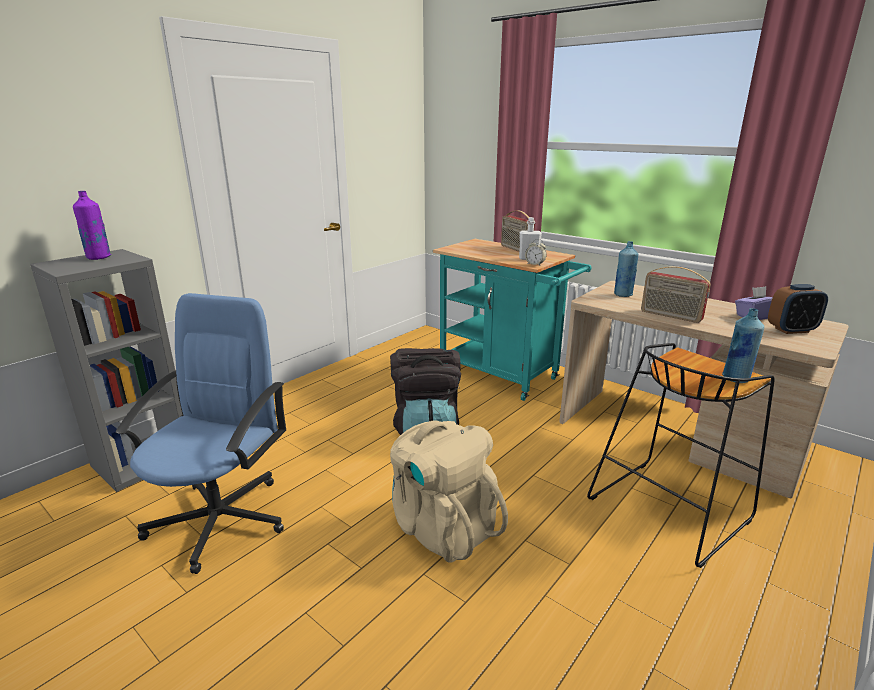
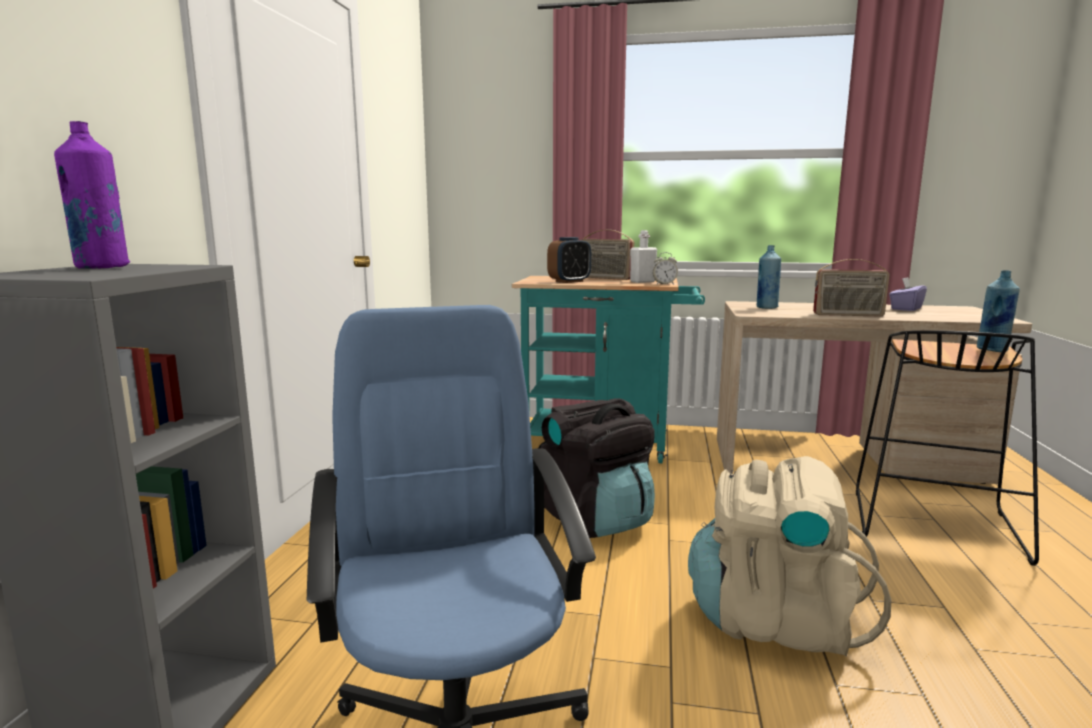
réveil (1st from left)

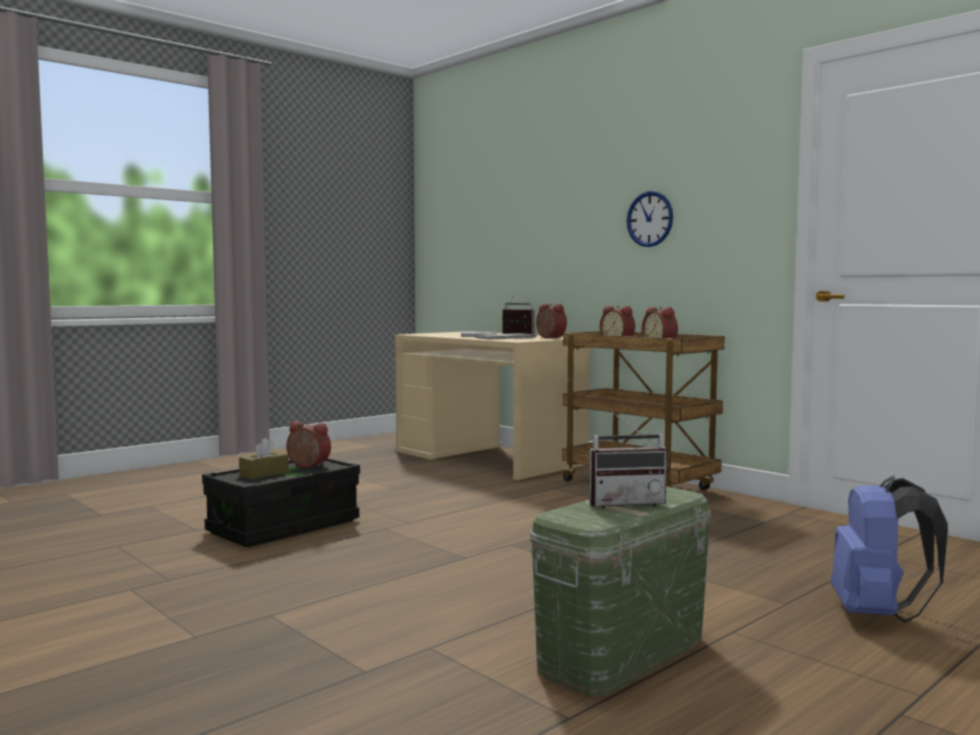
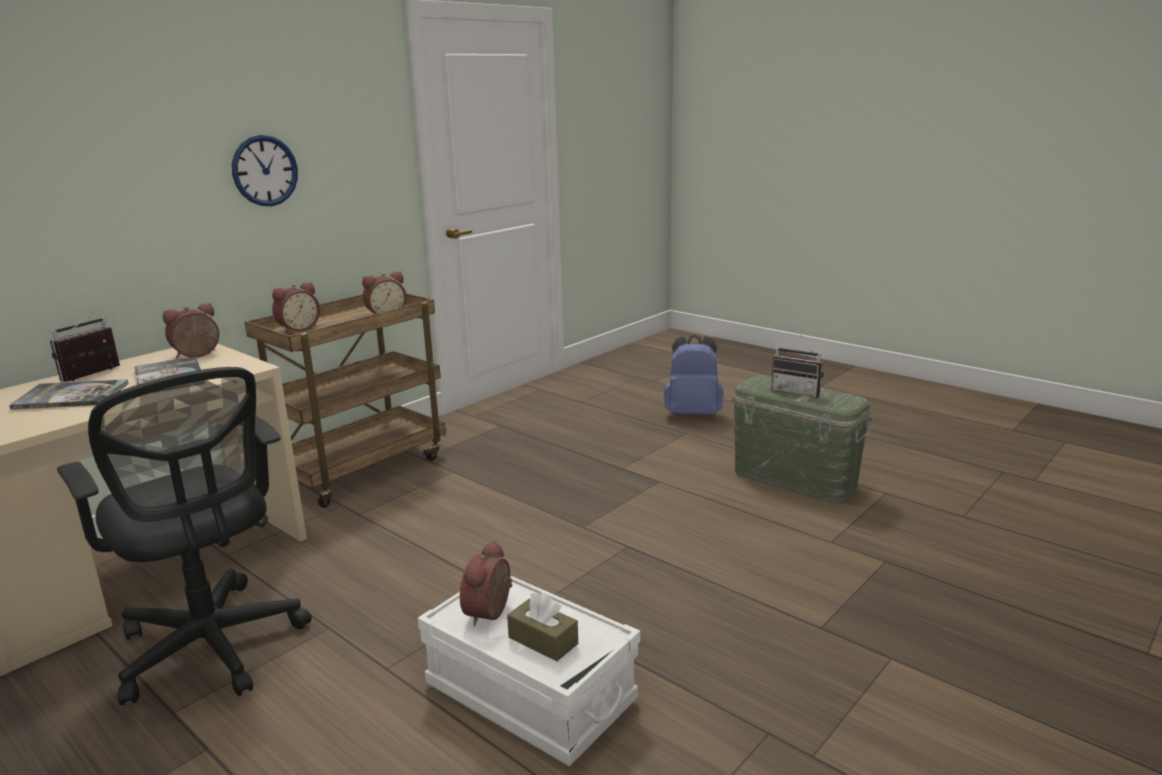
radio (2nd from left)
boîte de rangement (blanc)
chaise de bureau (noir)

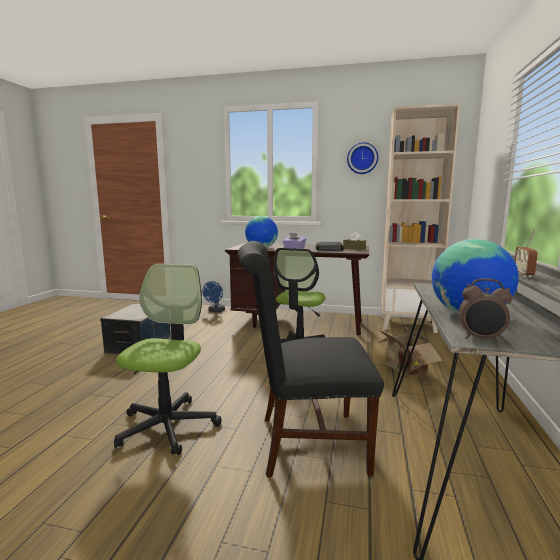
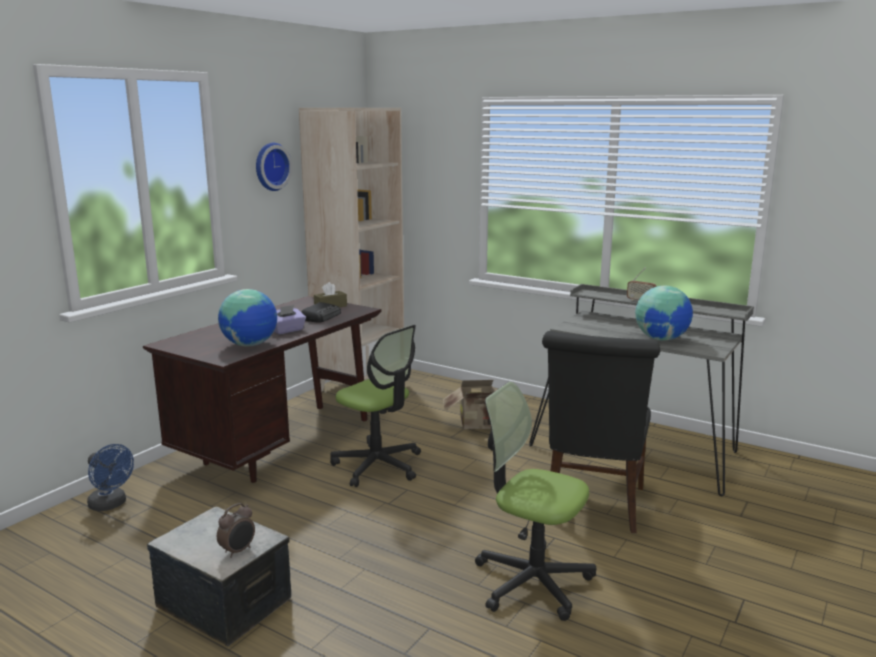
réveil

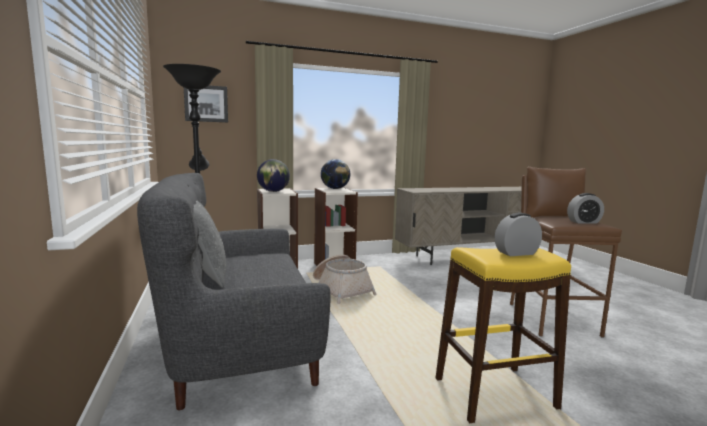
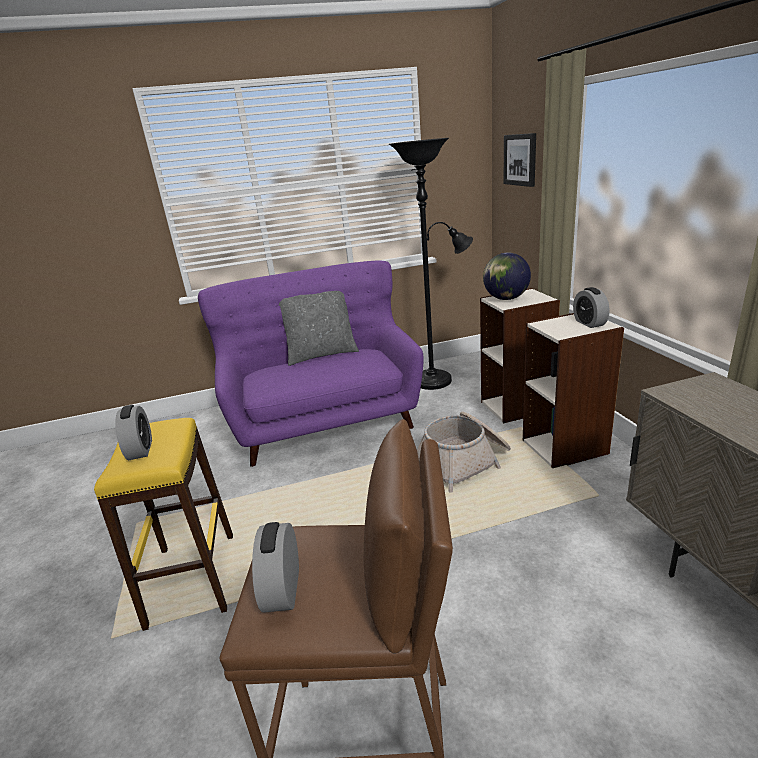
réveil (3rd from left)
canapé (violet)

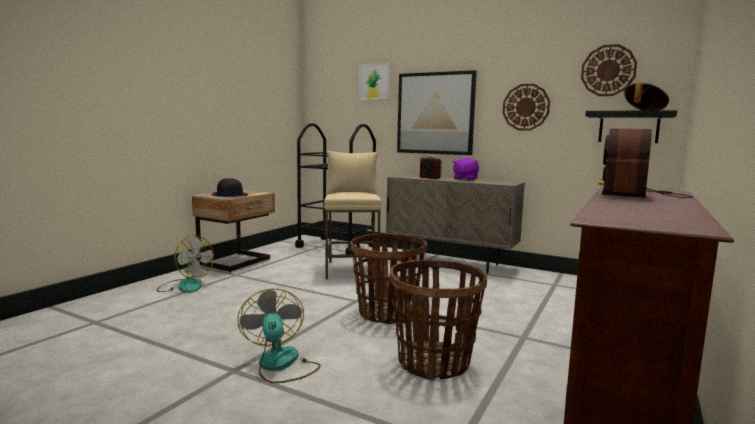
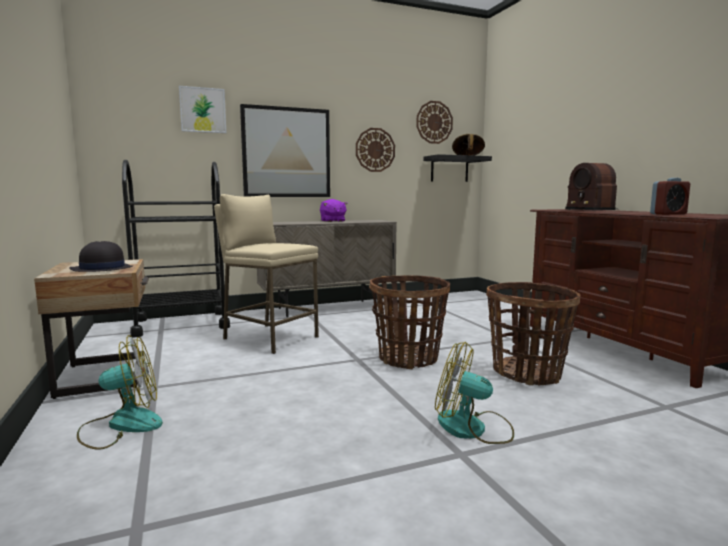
réveil

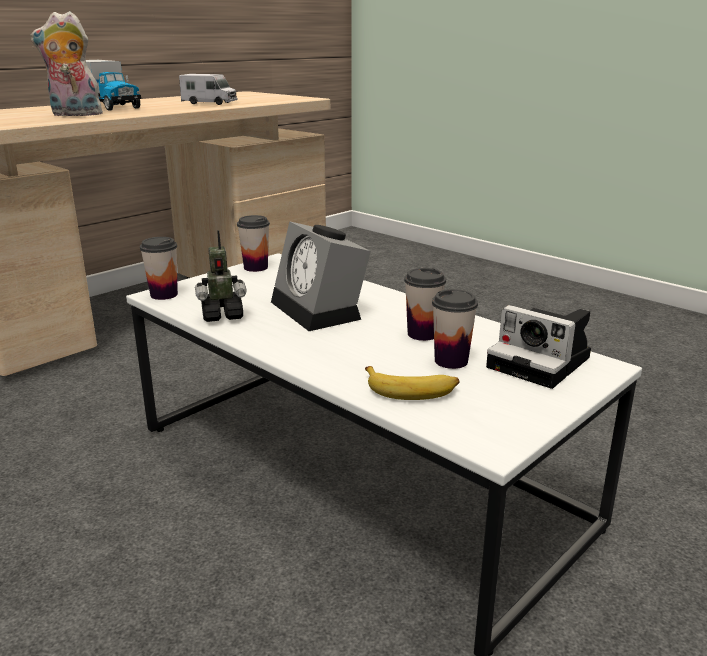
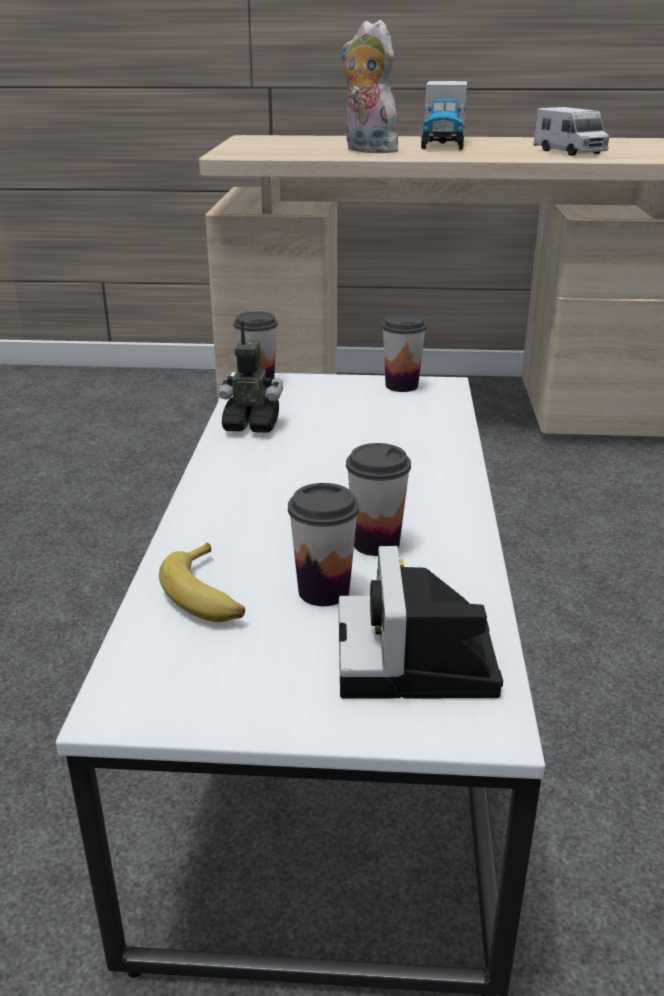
réveil
robot jouet

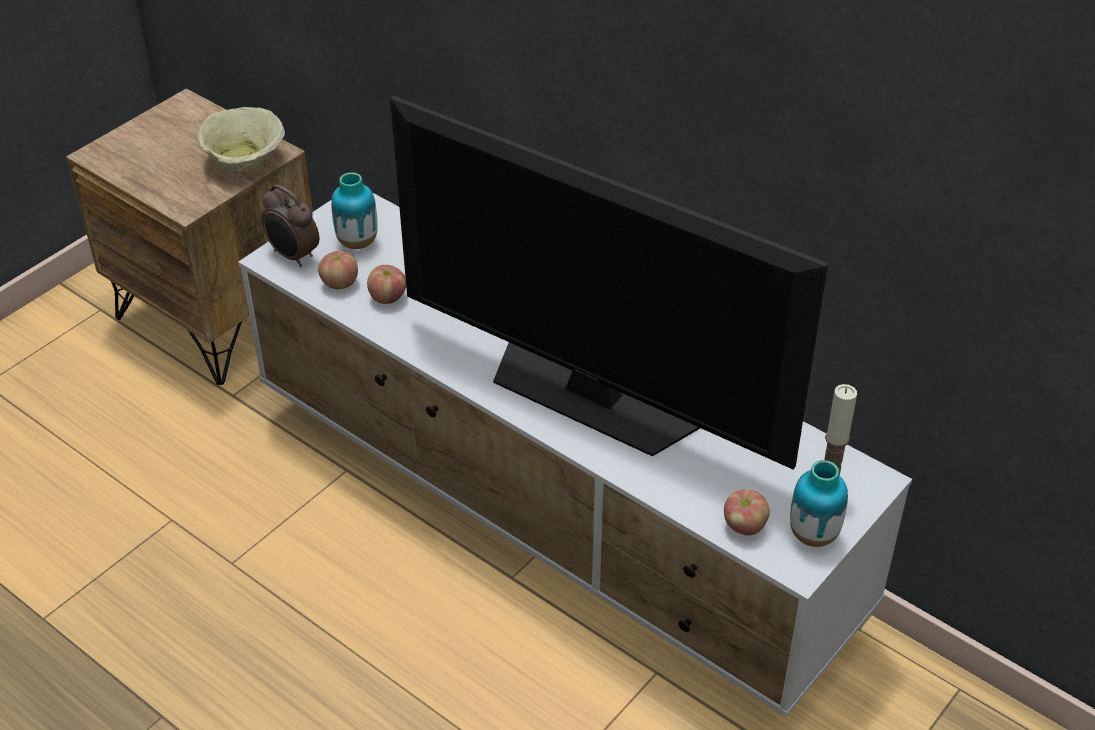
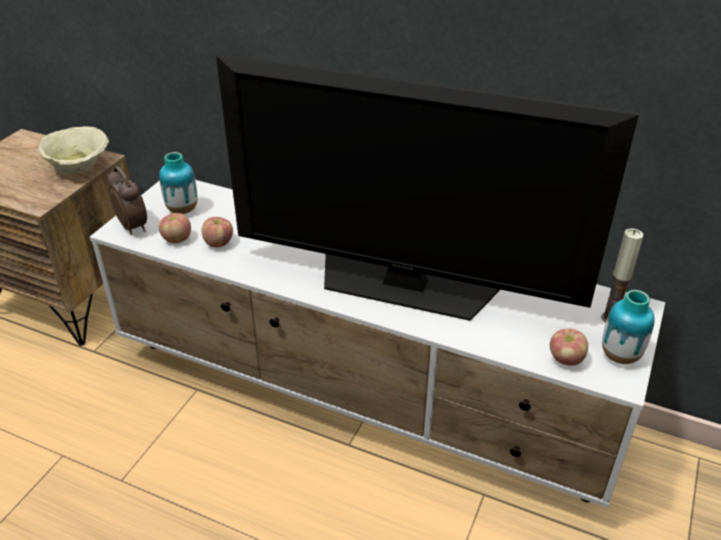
réveil

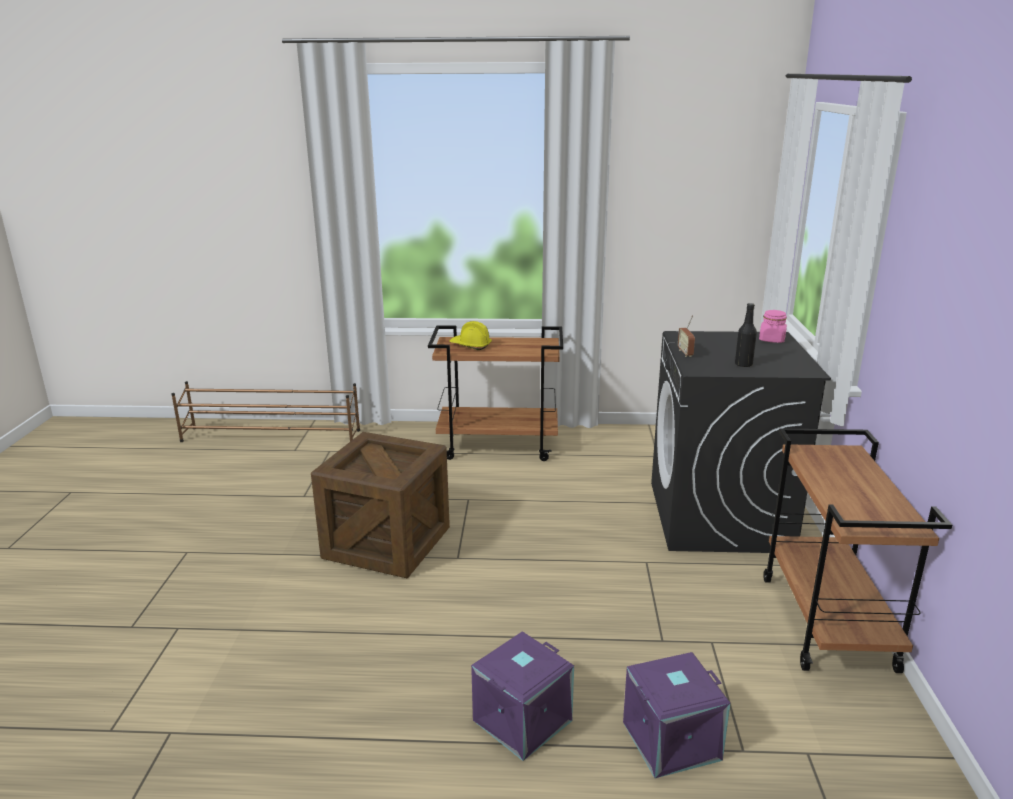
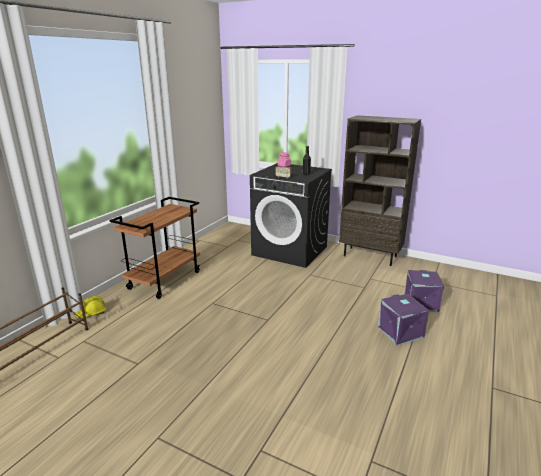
casque de chantier (jaune)
bibliothèque (marron)
caisse

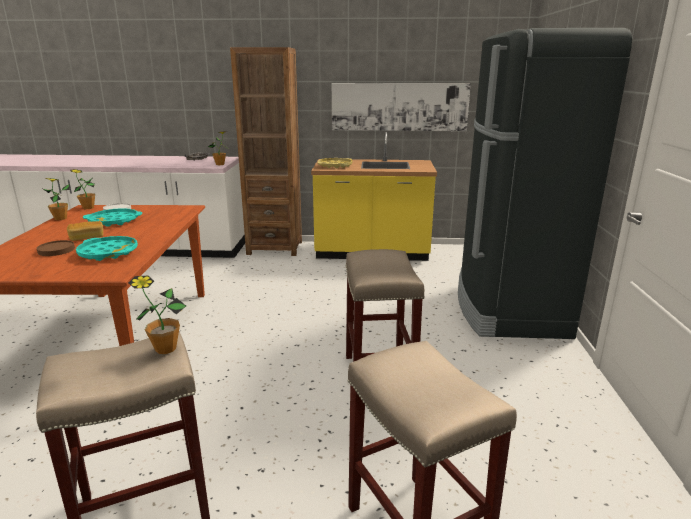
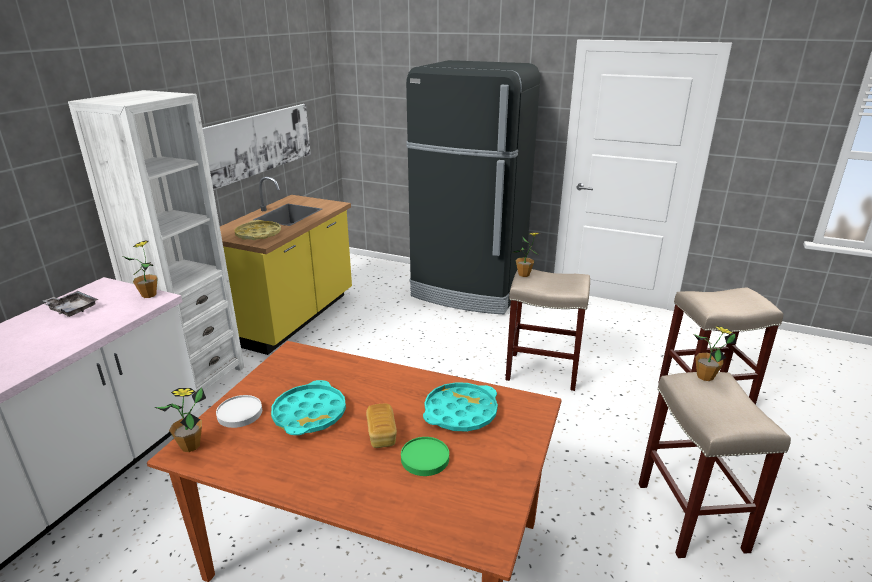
bibliothèque (blanc)
plante en pot (3rd from left)
assiette (vert)

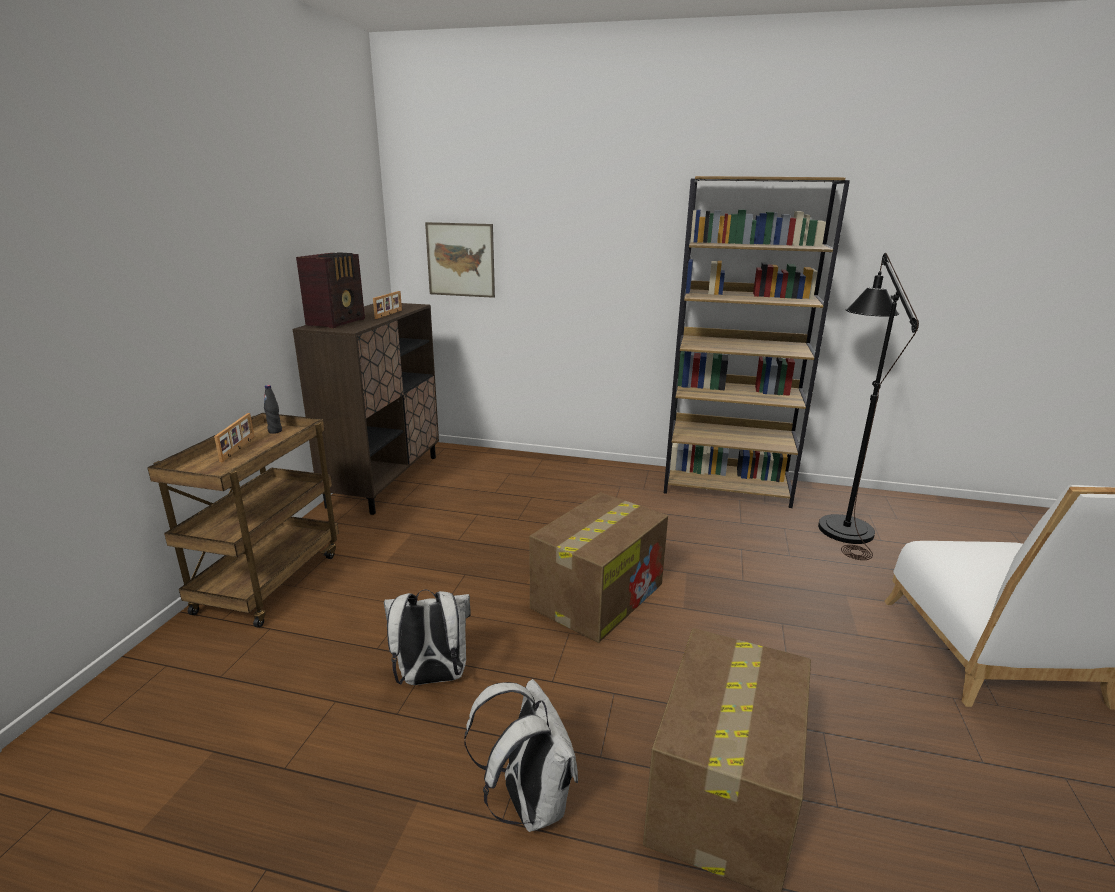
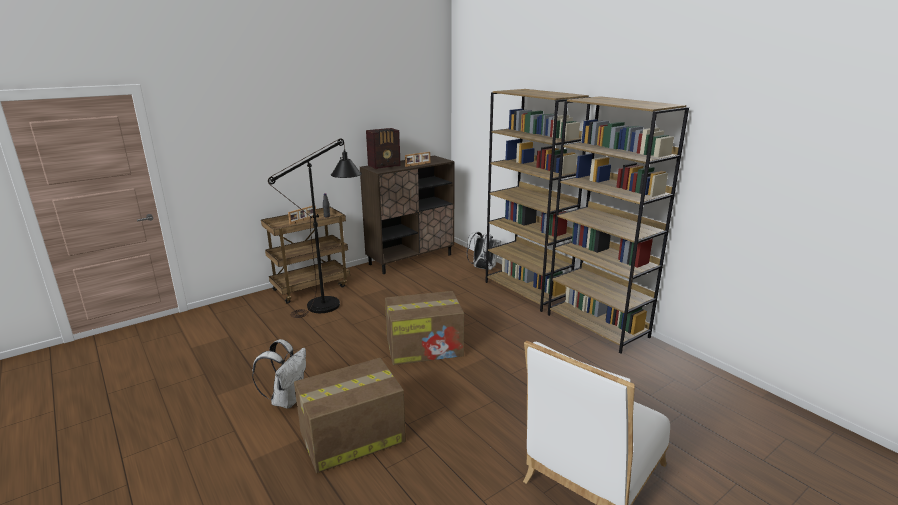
tableau
lampadaire (noir)
sac à dos (blanc) (2nd from left)
bibliothèque (marron) (1st from left)

